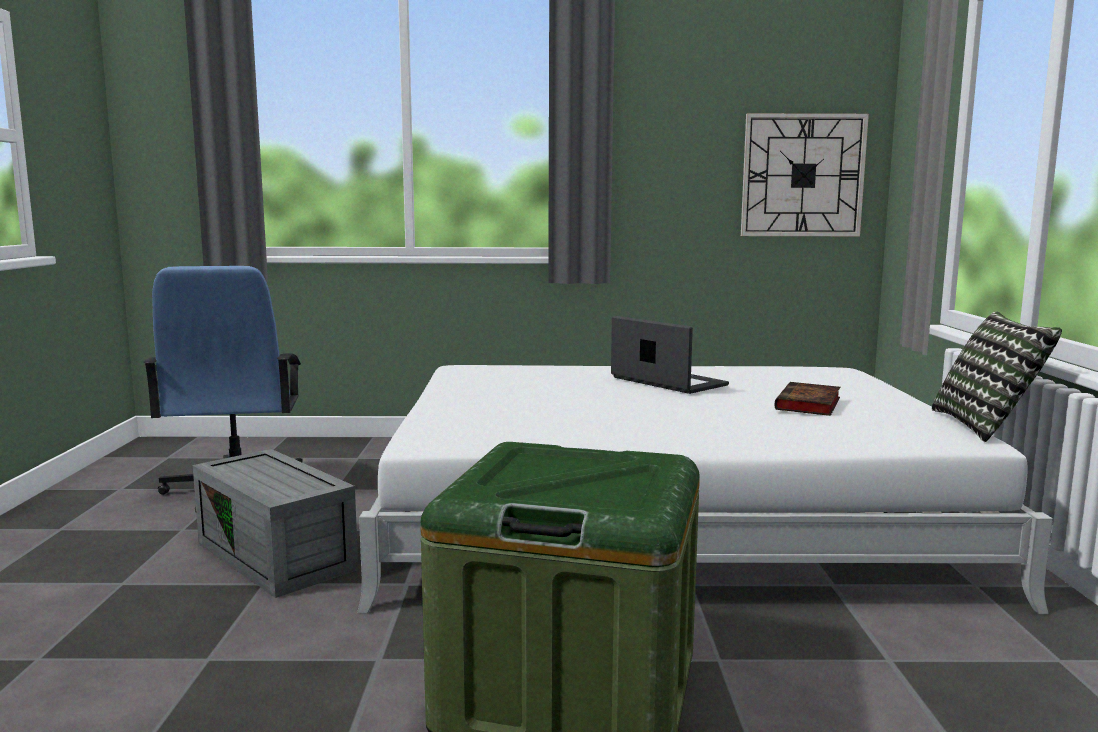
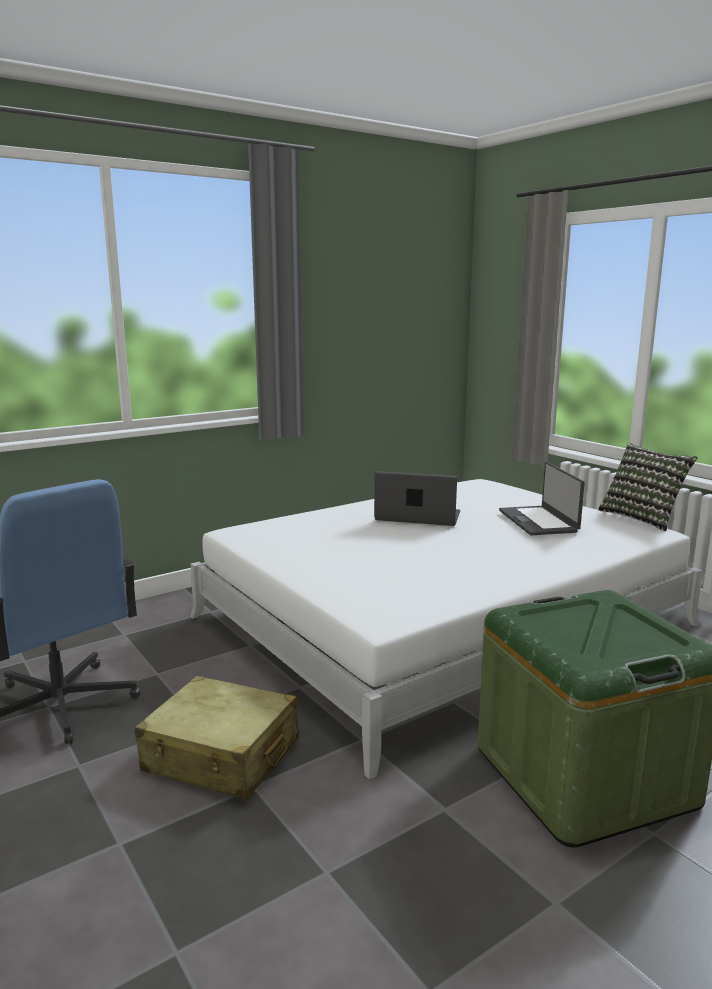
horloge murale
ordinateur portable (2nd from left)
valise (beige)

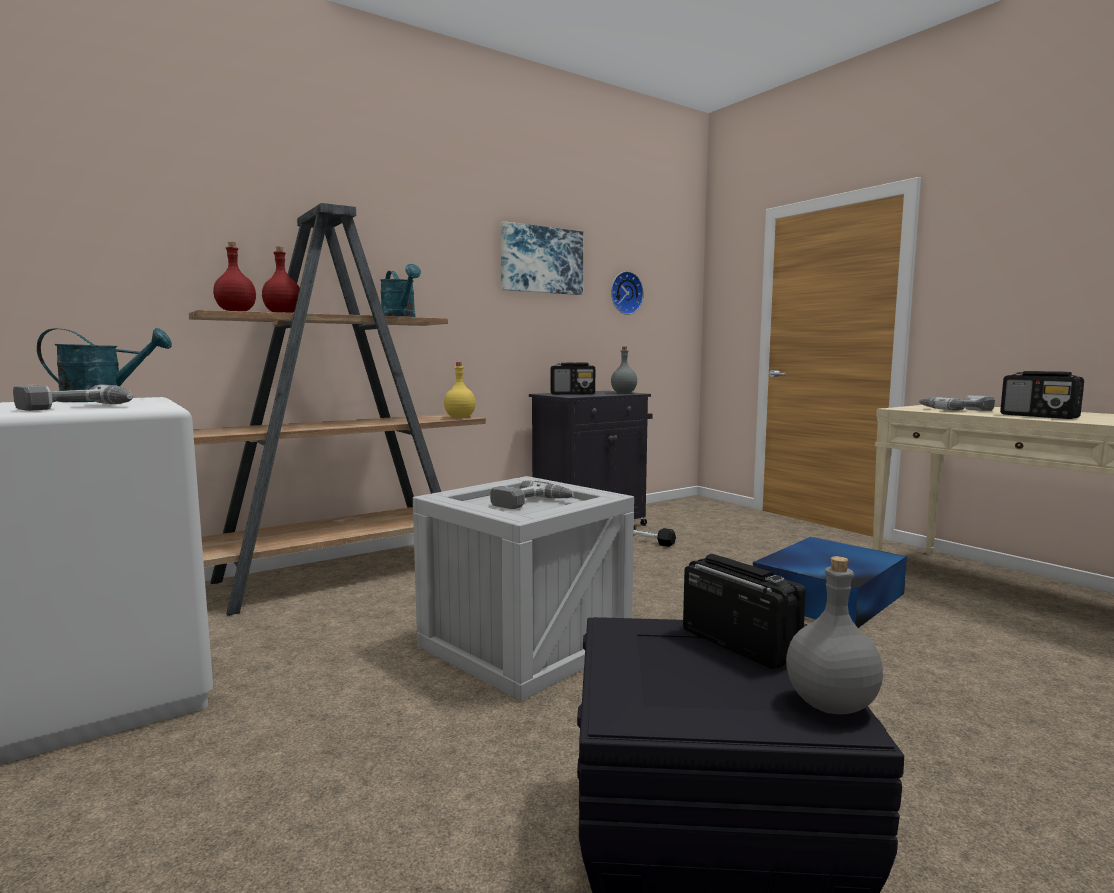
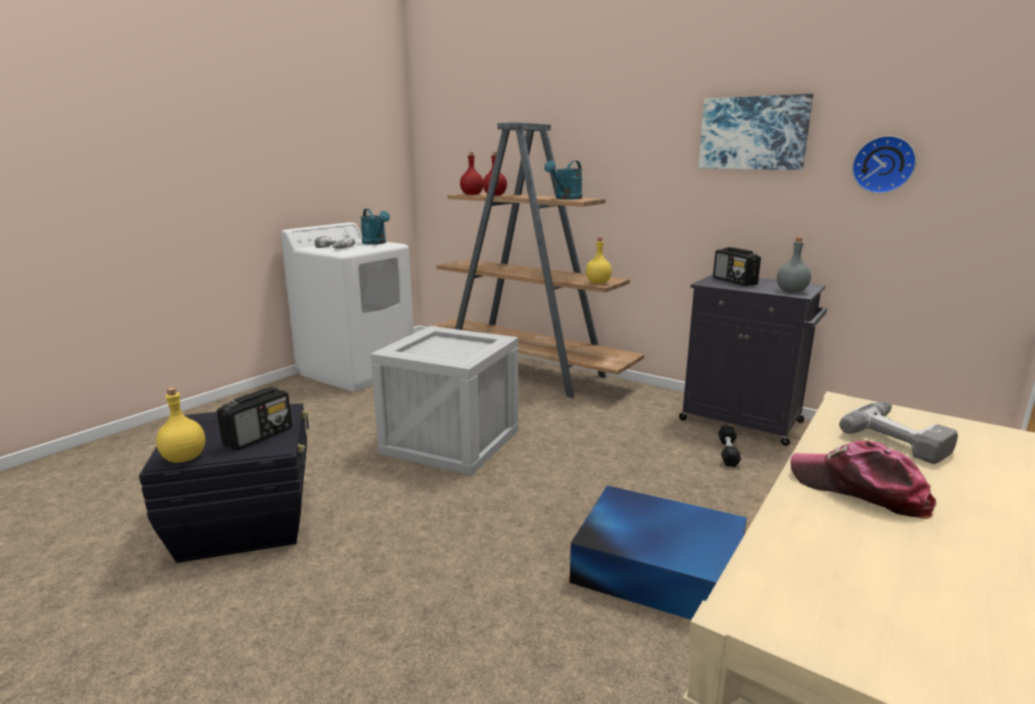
casquette
perceuse (2nd from left in the first image)
bouteille (jaune) (1st from left)

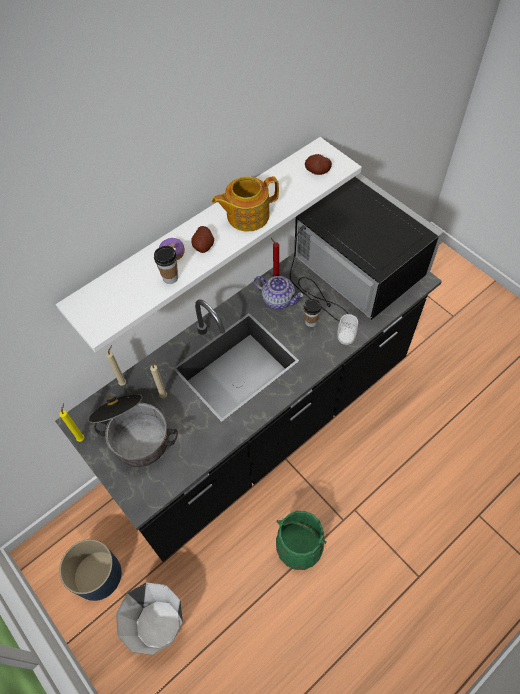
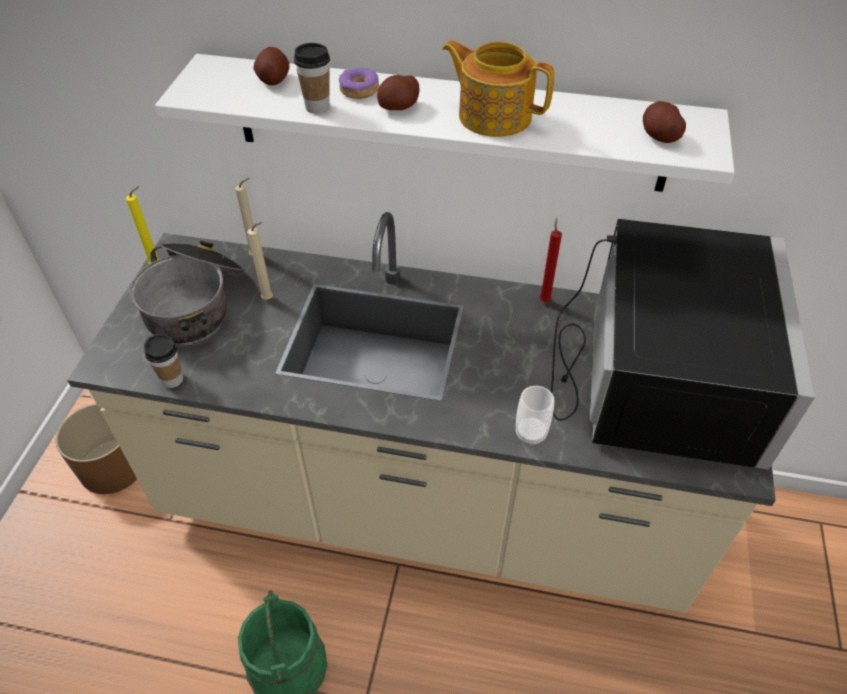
comptoir de cuisine (beige)
théière (2nd from left in the first image)
tasse (1st from left)
cache-pot (marron)
seau (blanc)
pomme de terre (1st from left)

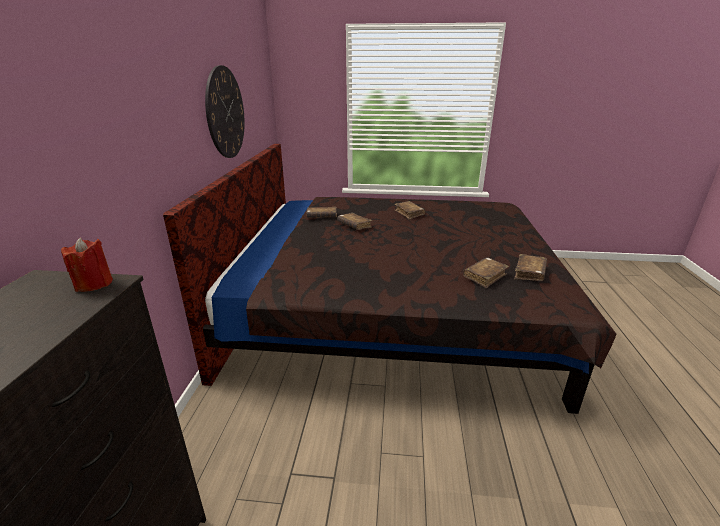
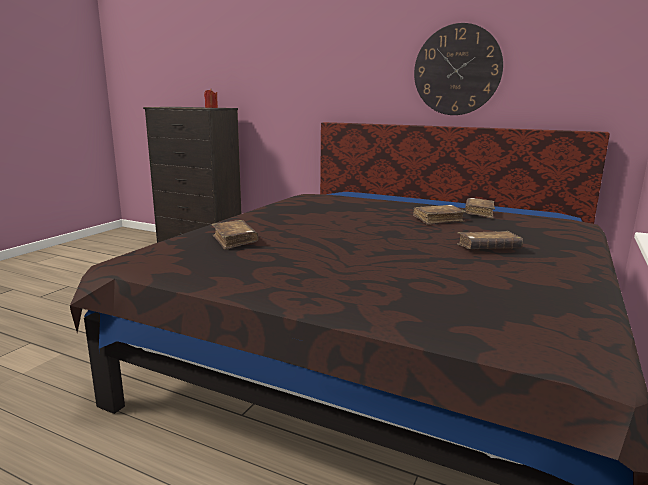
livre (marron) (5th from left in the first image)

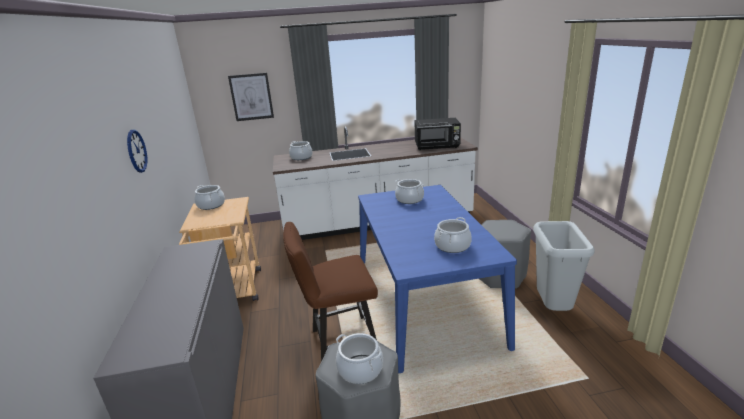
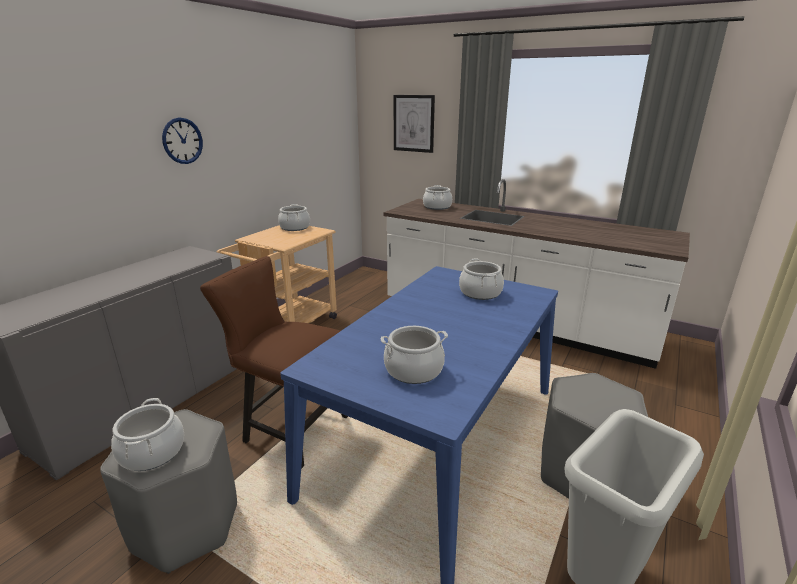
micro-ondes (noir)

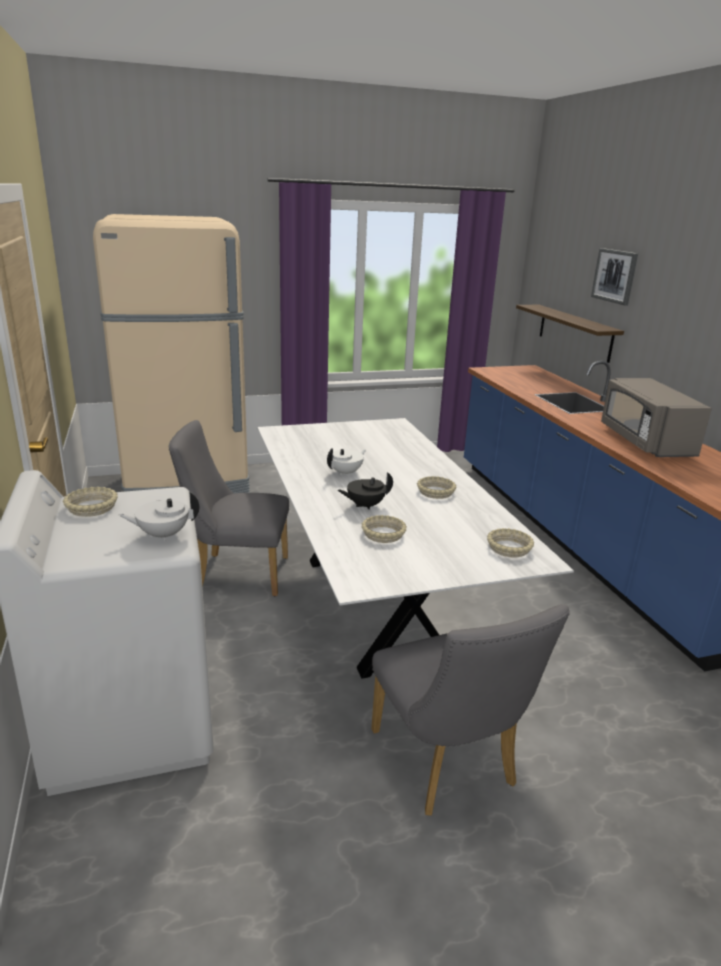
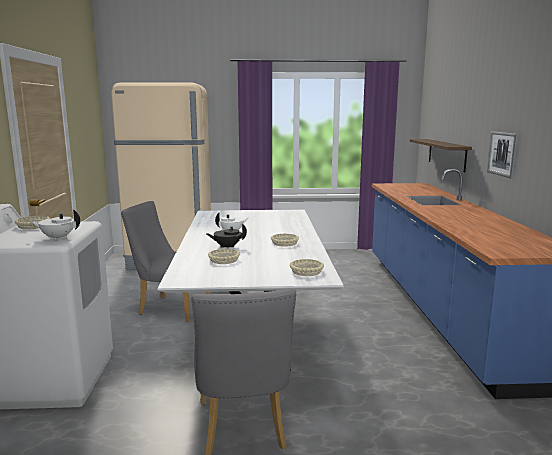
tableau
micro-ondes (gris)

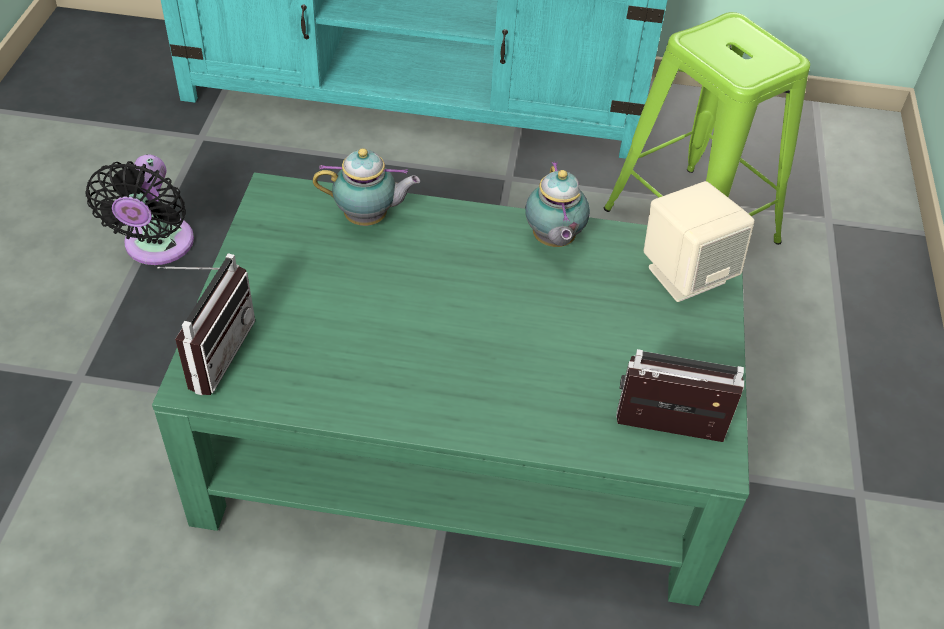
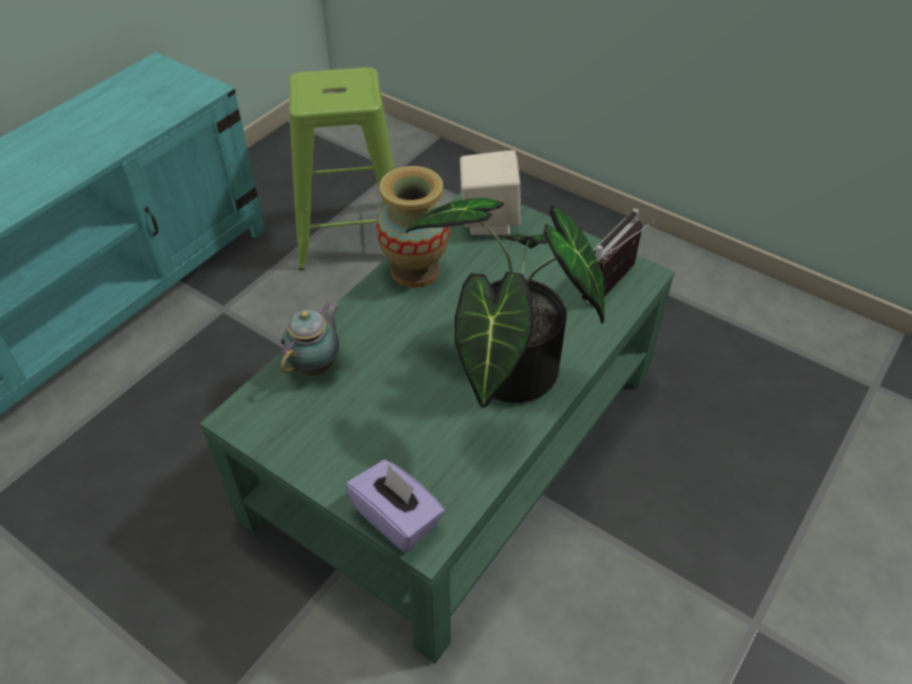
ventilateur (noir)
vase
boîte à mouchoirs (violet)
plante en pot

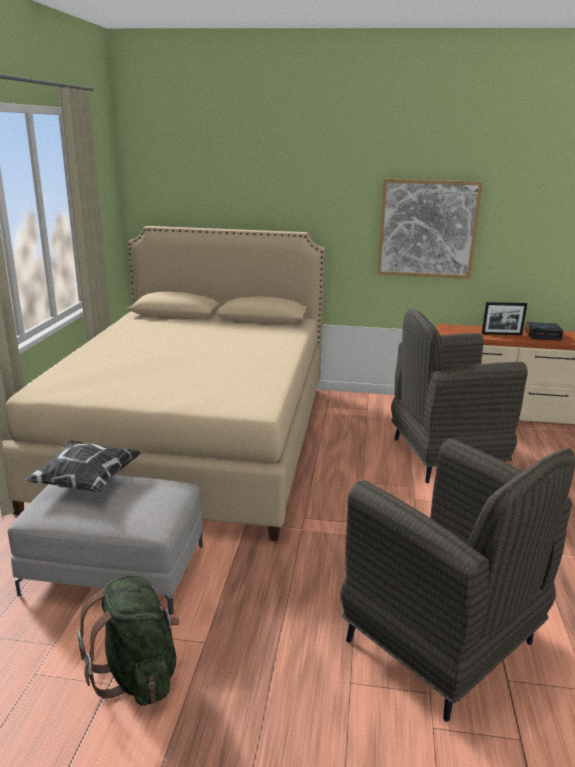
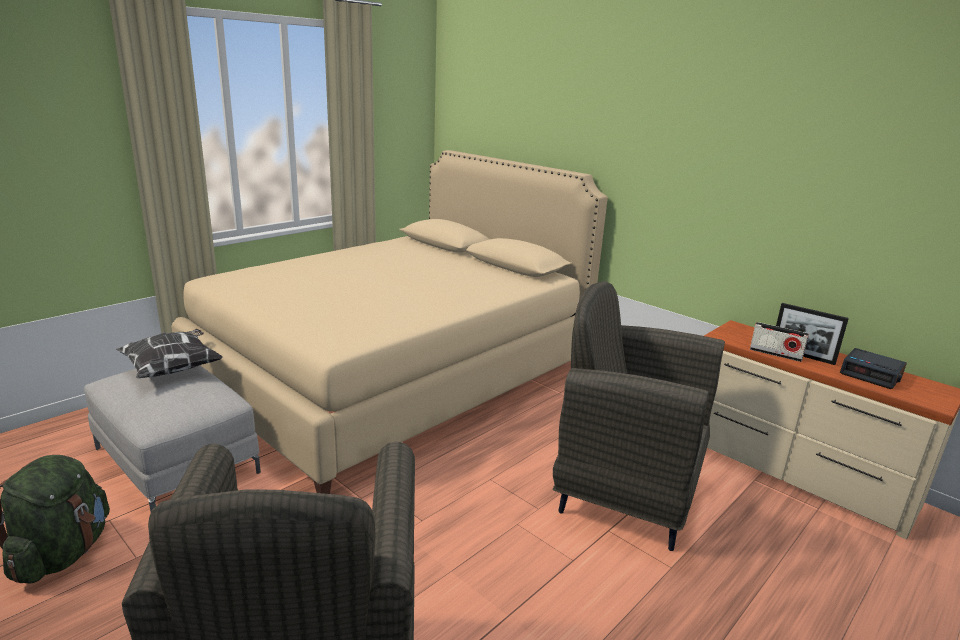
tableau
radio

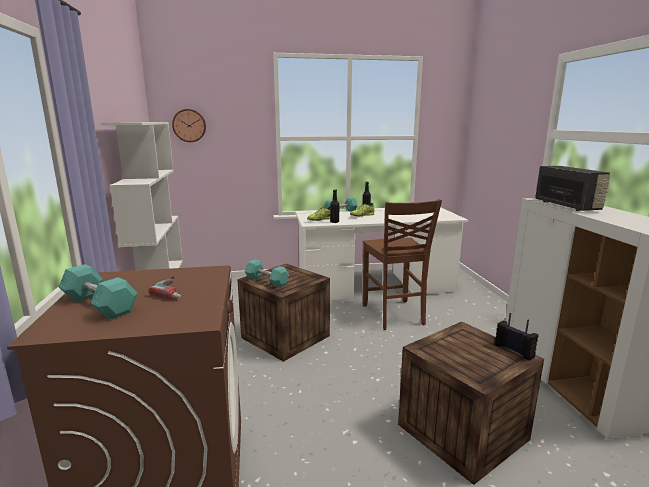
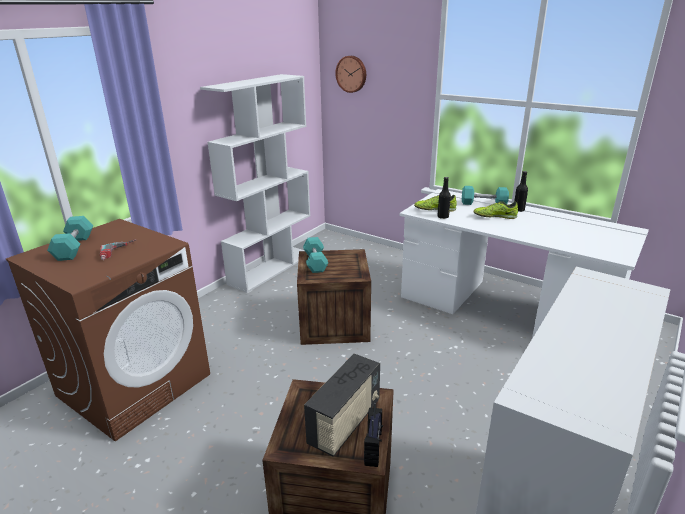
radio (1st from left)
chaise (marron)

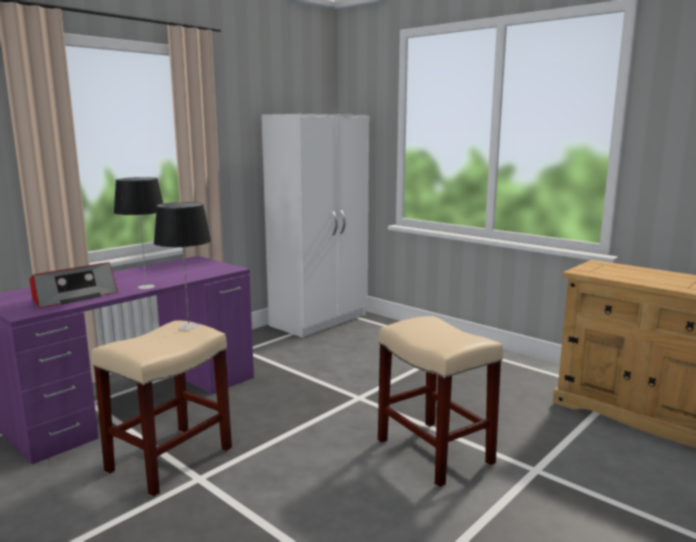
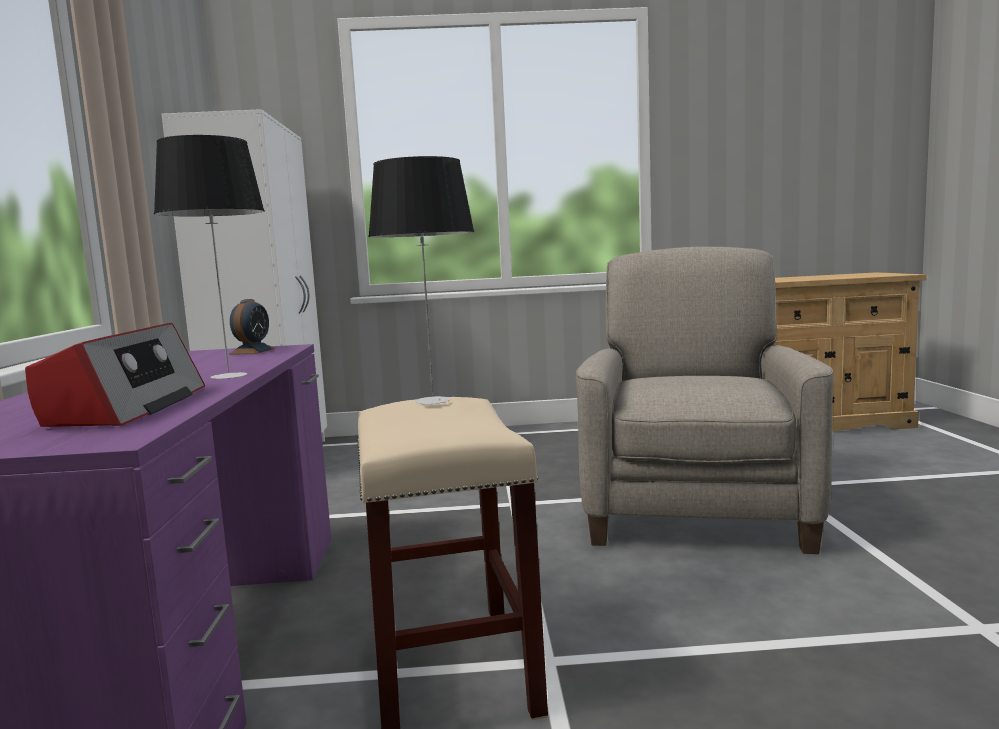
fauteuil (beige)
réveil

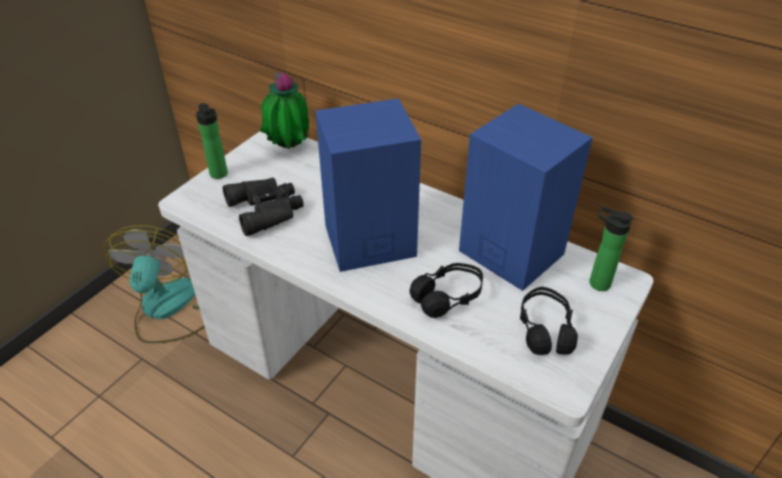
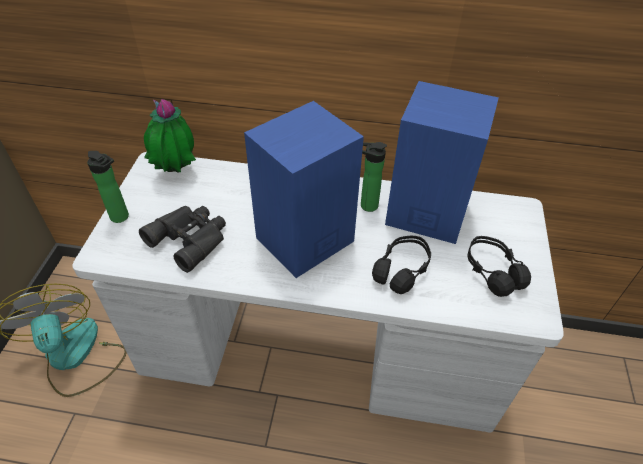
bouteille (2nd from left)

